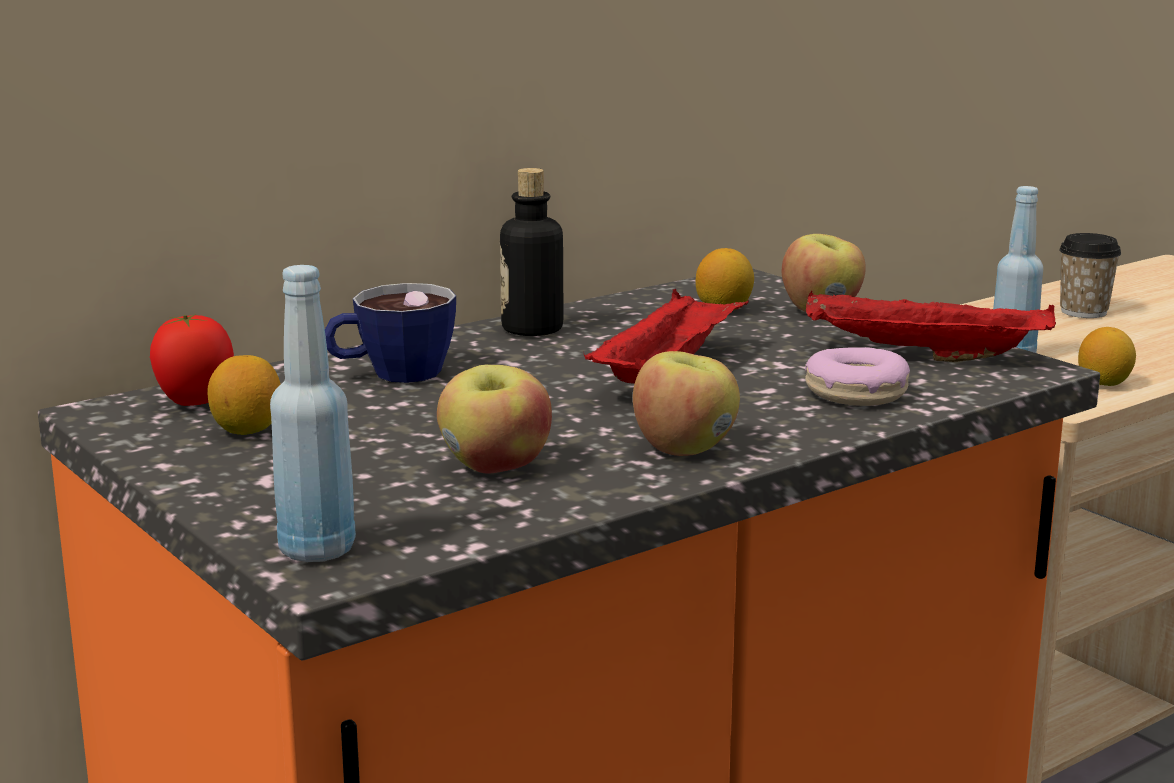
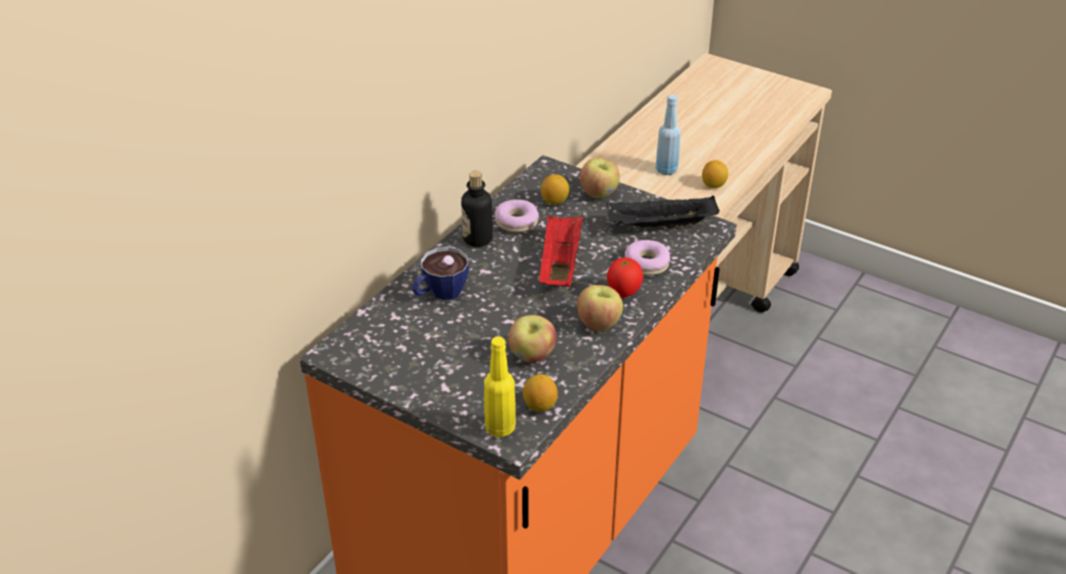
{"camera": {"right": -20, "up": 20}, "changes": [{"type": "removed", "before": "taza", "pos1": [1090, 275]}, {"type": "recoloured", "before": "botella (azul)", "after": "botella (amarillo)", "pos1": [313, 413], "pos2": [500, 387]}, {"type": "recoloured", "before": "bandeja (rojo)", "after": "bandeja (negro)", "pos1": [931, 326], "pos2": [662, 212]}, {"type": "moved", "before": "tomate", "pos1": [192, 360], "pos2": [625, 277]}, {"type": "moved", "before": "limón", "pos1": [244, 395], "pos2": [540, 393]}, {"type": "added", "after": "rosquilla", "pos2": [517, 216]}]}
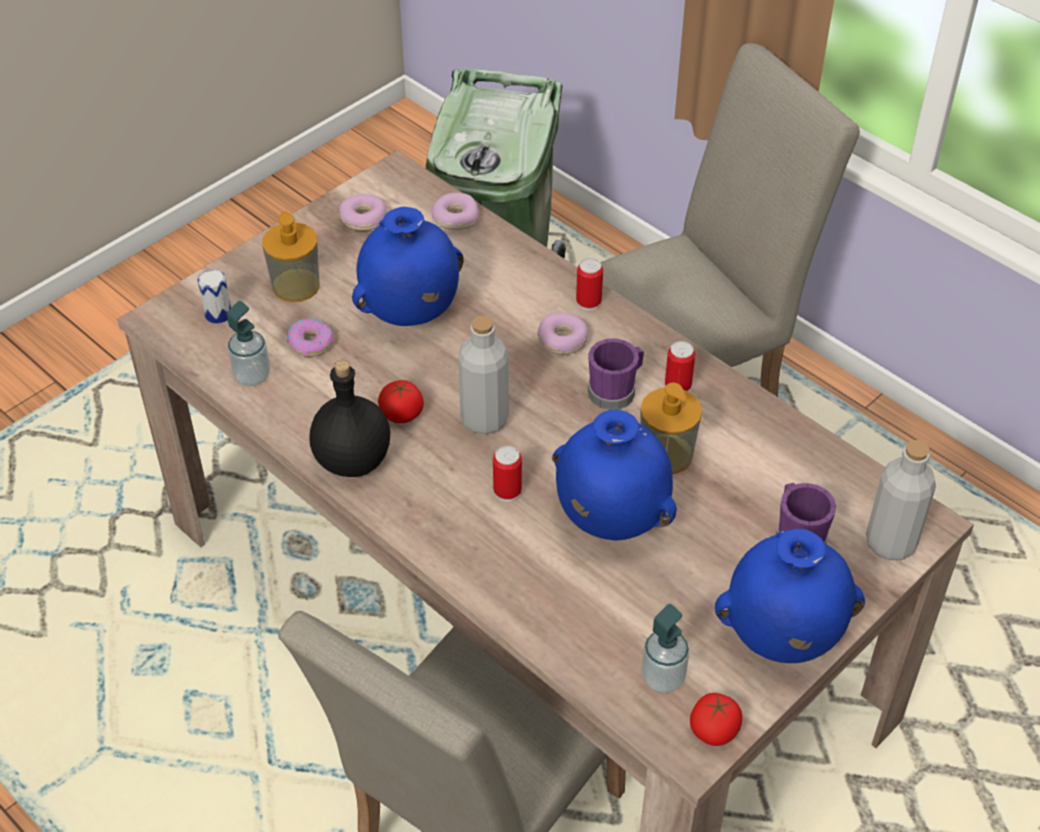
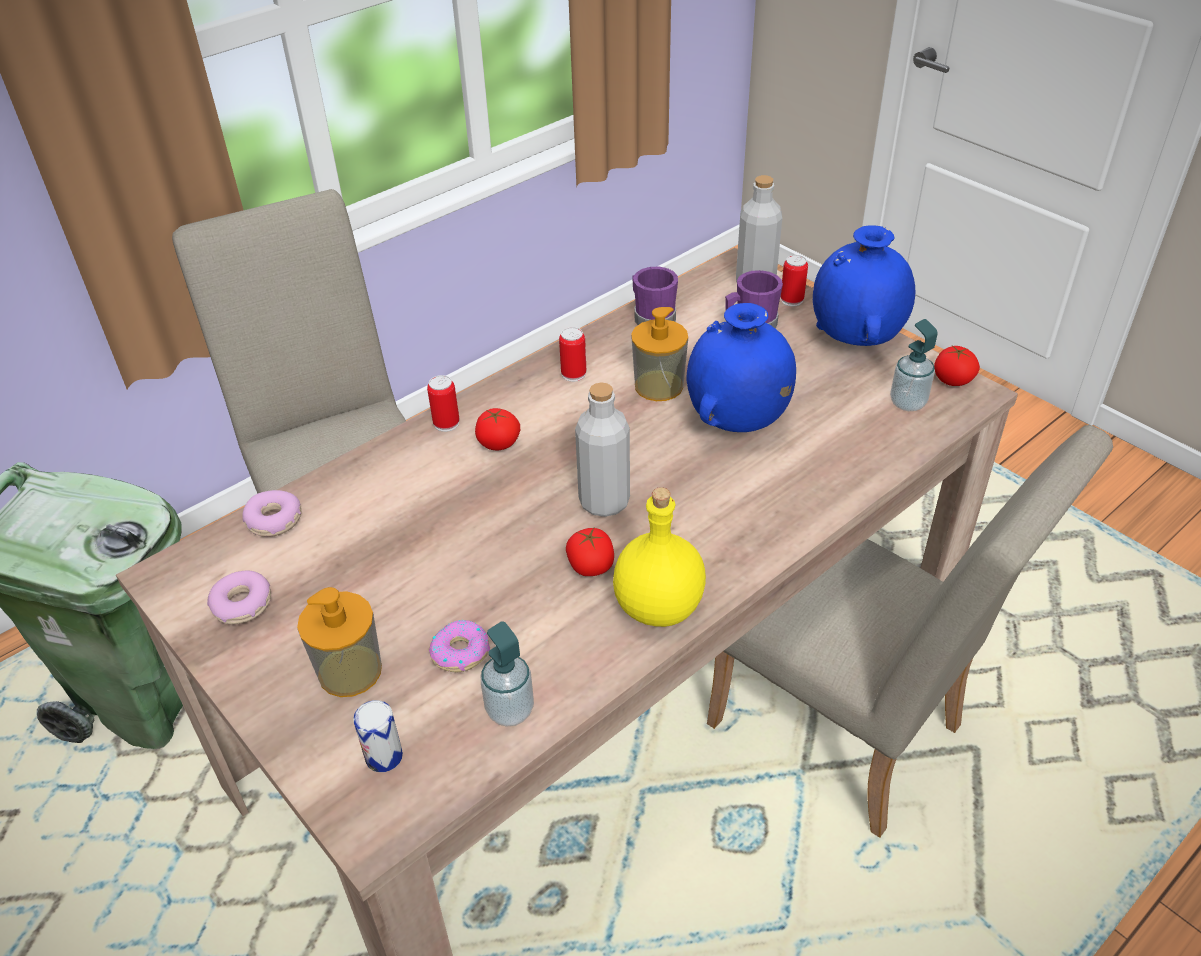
{"camera": {"right": -85, "up": -5}, "changes": [{"type": "removed", "before": "florero (azul)", "pos1": [408, 266]}, {"type": "replaced", "before": "rosquilla", "after": "tomate", "pos1": [562, 334], "pos2": [497, 429]}, {"type": "moved", "before": "taza grande (morado)", "pos1": [616, 374], "pos2": [655, 296]}, {"type": "recoloured", "before": "botella (negro)", "after": "botella (amarillo)", "pos1": [349, 418], "pos2": [659, 557]}, {"type": "moved", "before": "lata", "pos1": [507, 474], "pos2": [794, 280]}]}
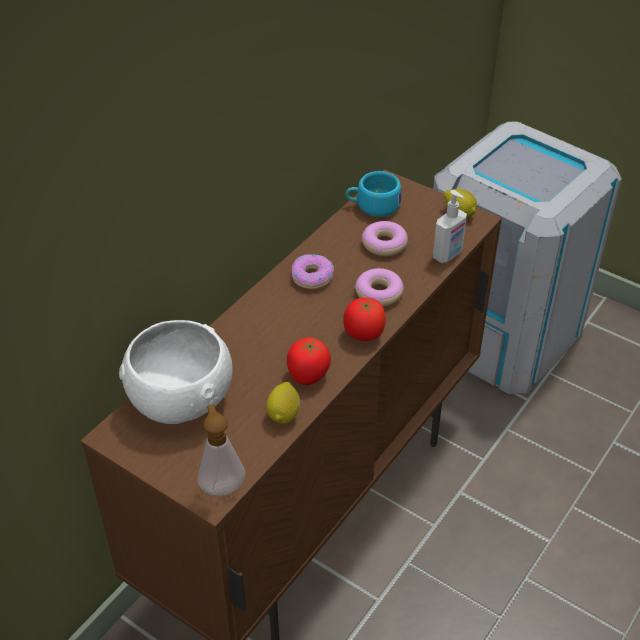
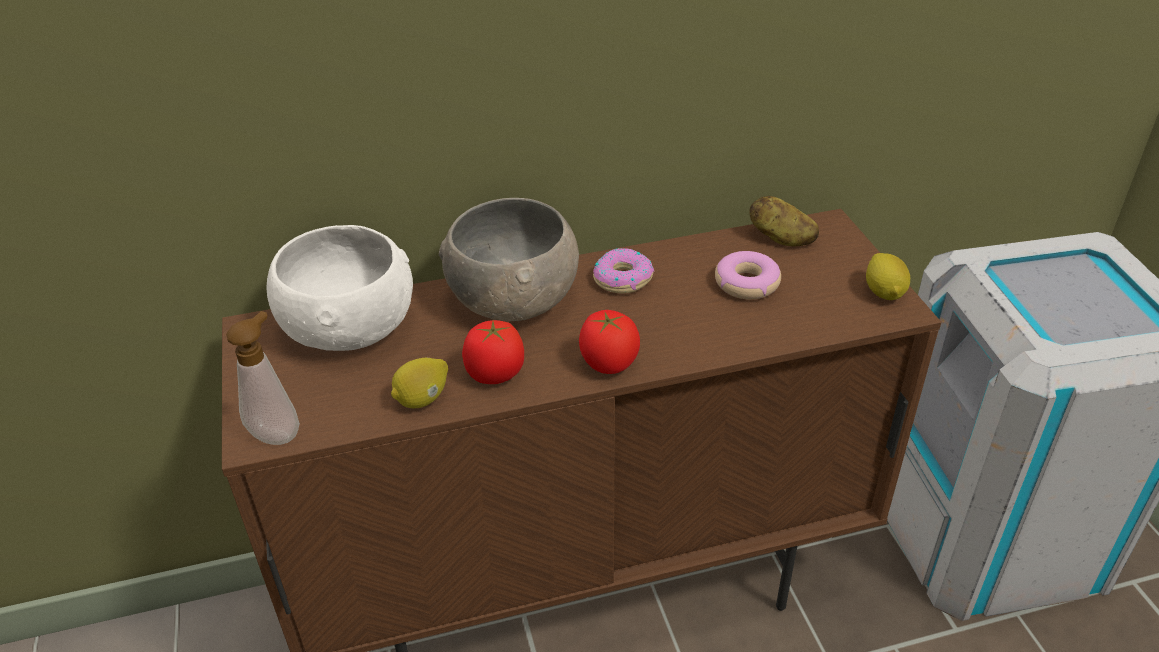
{"camera": {"right": 40, "up": -5}, "changes": [{"type": "replaced", "before": "taza (turquesa)", "after": "patata", "pos1": [374, 194], "pos2": [784, 221]}, {"type": "removed", "before": "dispensador de jabón", "pos1": [450, 226]}, {"type": "removed", "before": "rosquilla", "pos1": [379, 287]}, {"type": "added", "after": "cuenco (gris)", "pos2": [509, 259]}]}
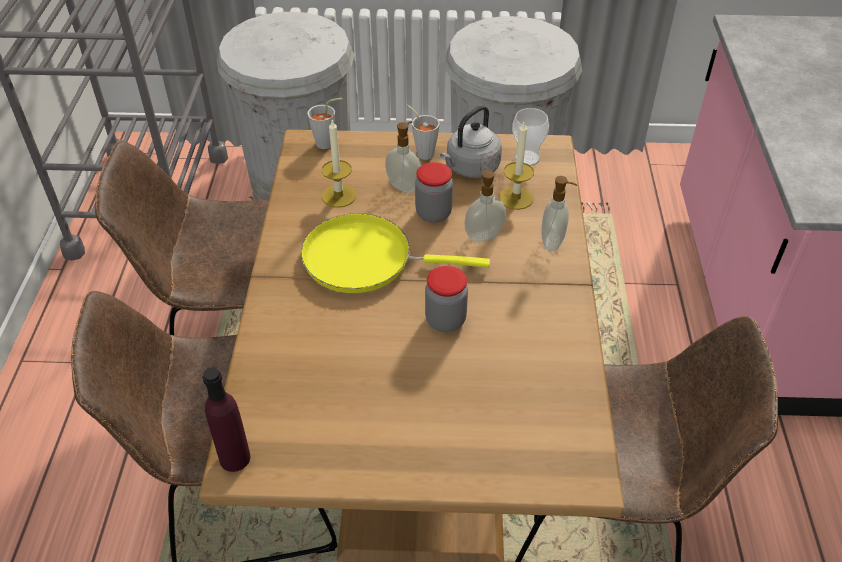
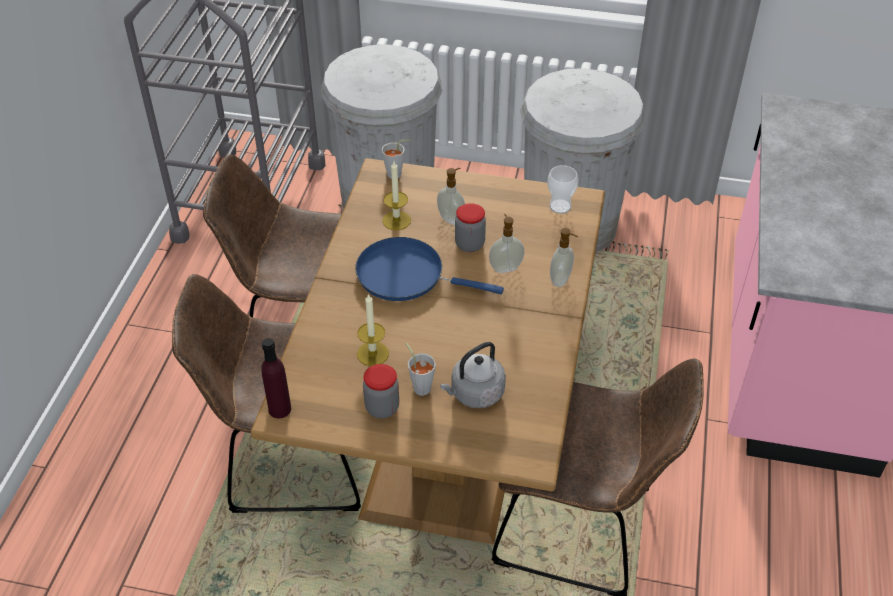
{"camera": {"right": 10, "up": 0}, "changes": [{"type": "moved", "before": "taza (gris)", "pos1": [423, 132], "pos2": [421, 369]}, {"type": "moved", "before": "hervidor (gris)", "pos1": [471, 141], "pos2": [473, 375]}, {"type": "moved", "before": "vela", "pos1": [516, 166], "pos2": [373, 329]}, {"type": "recoloured", "before": "sartén (amarillo)", "after": "sartén (azul)", "pos1": [395, 253], "pos2": [429, 269]}, {"type": "moved", "before": "tarro", "pos1": [446, 299], "pos2": [381, 391]}]}
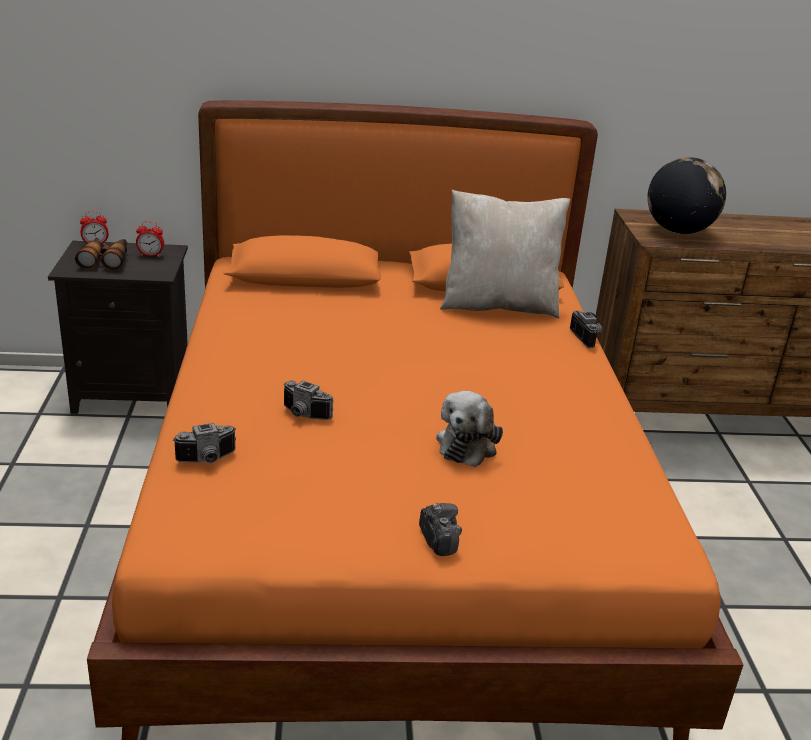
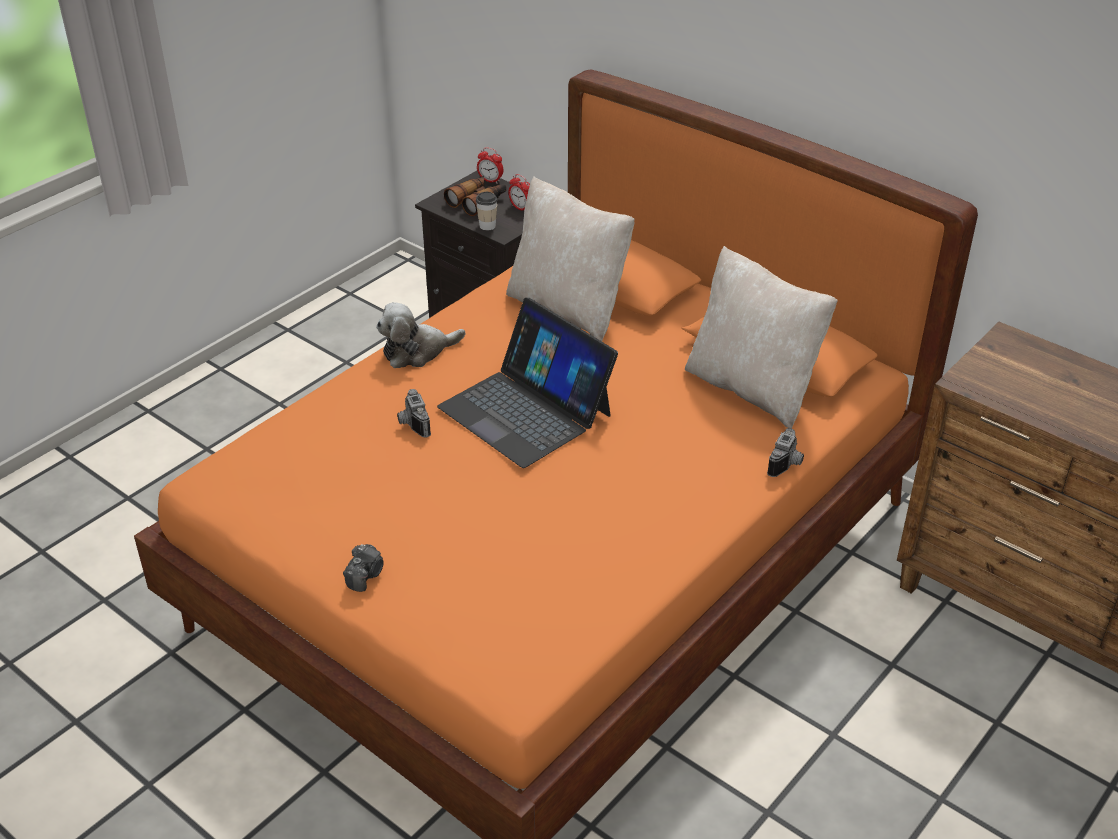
{"camera": {"right": 45, "up": 10}, "changes": [{"type": "removed", "before": "globo terráqueo", "pos1": [686, 195]}, {"type": "moved", "before": "peluche", "pos1": [469, 429], "pos2": [421, 335]}, {"type": "removed", "before": "cámara", "pos1": [204, 443]}, {"type": "added", "after": "cojín (beis)", "pos2": [570, 258]}, {"type": "added", "after": "taza", "pos2": [487, 211]}, {"type": "added", "after": "portátil", "pos2": [527, 383]}]}
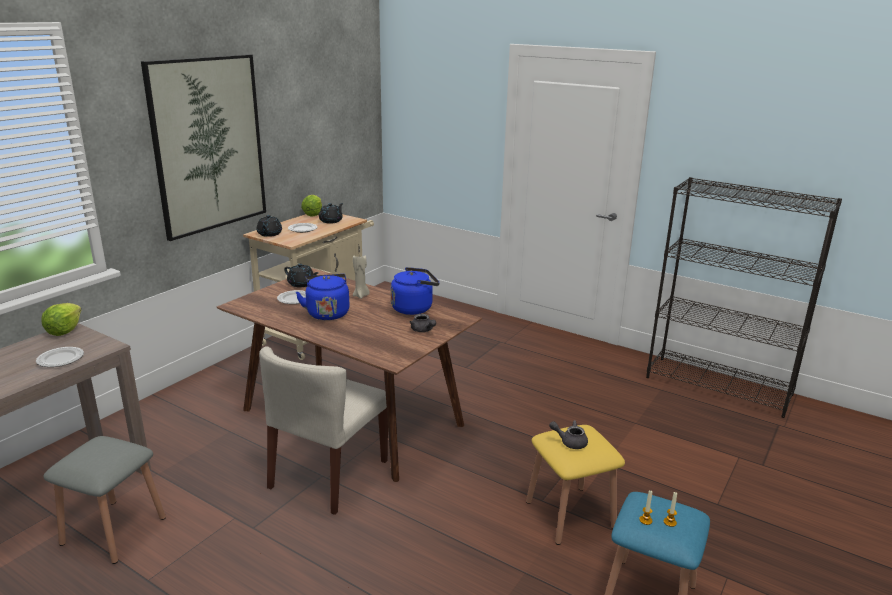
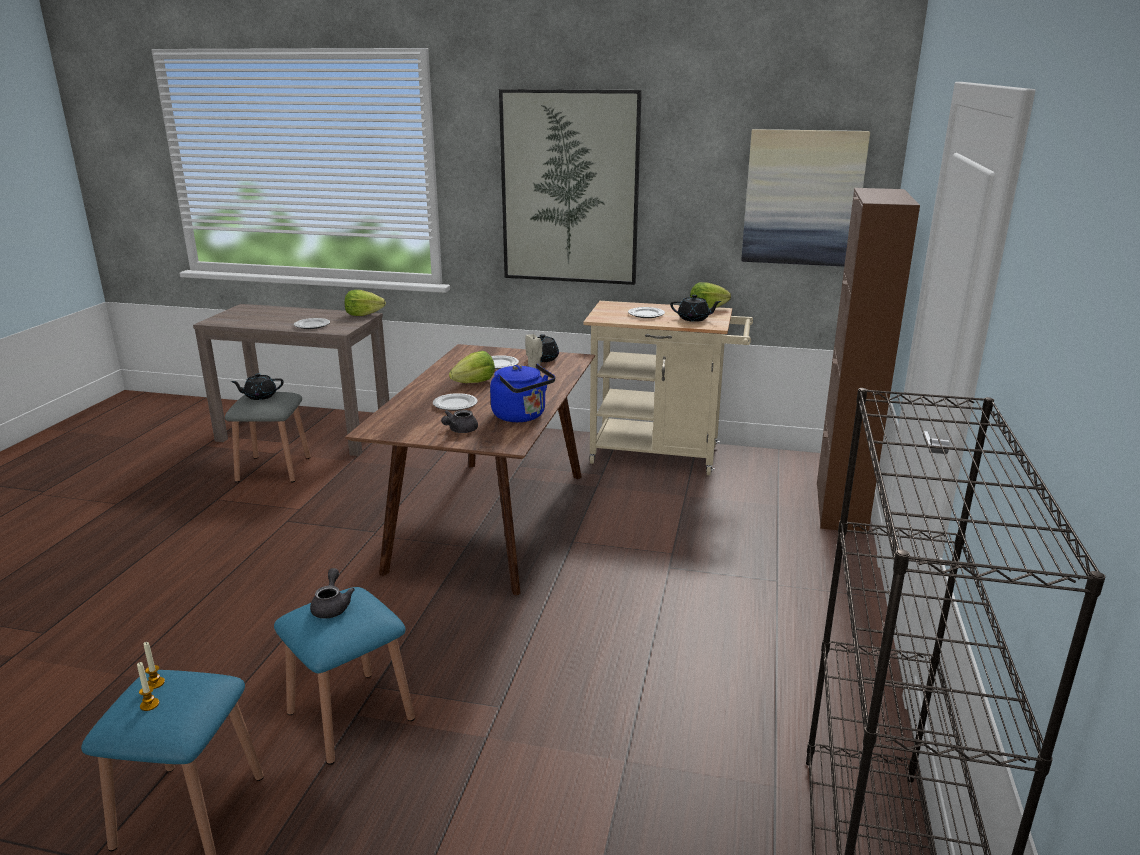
{"camera": {"right": 70, "up": 0}, "changes": [{"type": "moved", "before": "tetera (negro)", "pos1": [269, 226], "pos2": [256, 386]}, {"type": "replaced", "before": "hervidor (azul)", "after": "lechuga", "pos1": [322, 297], "pos2": [472, 367]}, {"type": "removed", "before": "silla (beis)", "pos1": [323, 430]}, {"type": "recoloured", "before": "taburete (amarillo)", "after": "taburete (azul)", "pos1": [575, 485], "pos2": [344, 676]}, {"type": "added", "after": "cuadro", "pos2": [805, 197]}, {"type": "added", "after": "armario (marrón)", "pos2": [868, 360]}, {"type": "added", "after": "plato", "pos2": [455, 402]}]}
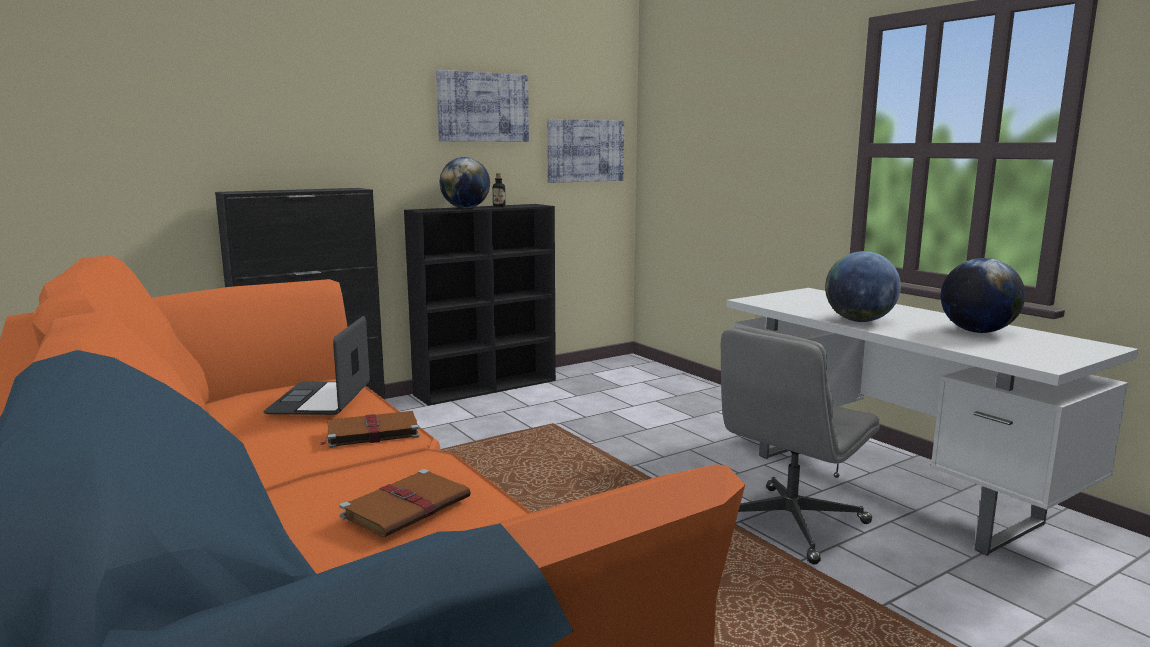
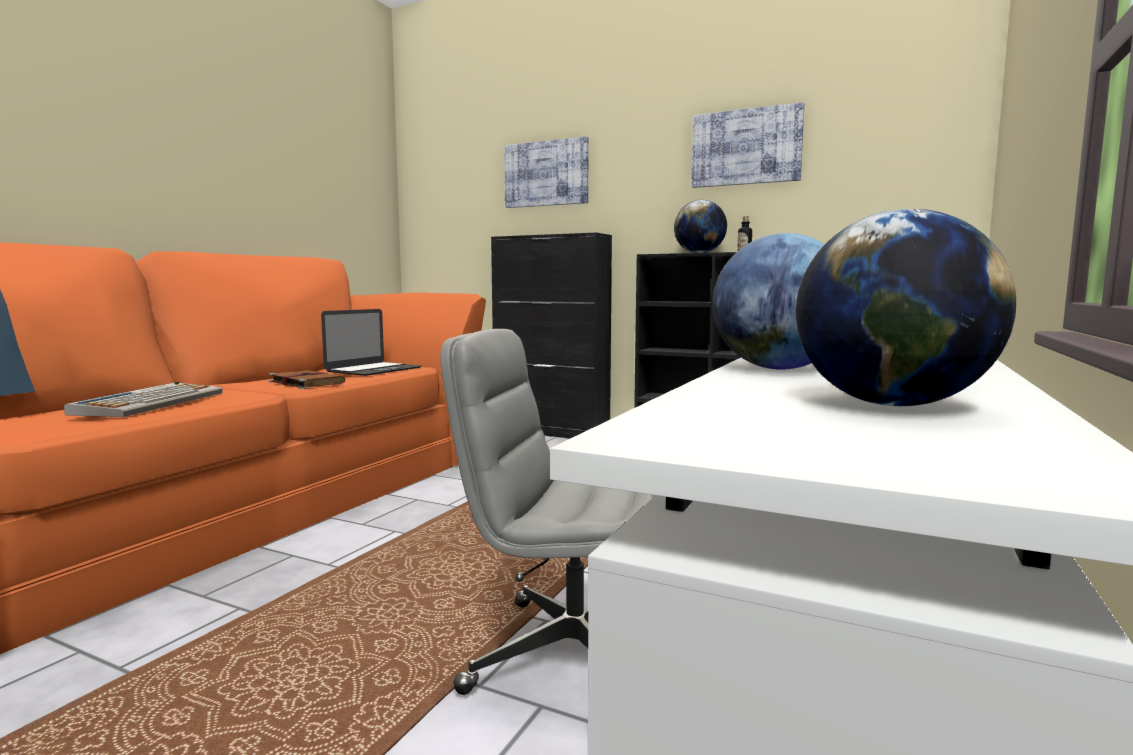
{"camera": {"right": 60, "up": -5}, "changes": [{"type": "moved", "before": "cuadro", "pos1": [585, 151], "pos2": [546, 172]}, {"type": "turned", "before": "portátil", "pos1": [316, 365], "pos2": [371, 342], "turn": 150}, {"type": "replaced", "before": "libro (marrón)", "after": "teclado", "pos1": [405, 503], "pos2": [143, 399]}]}
